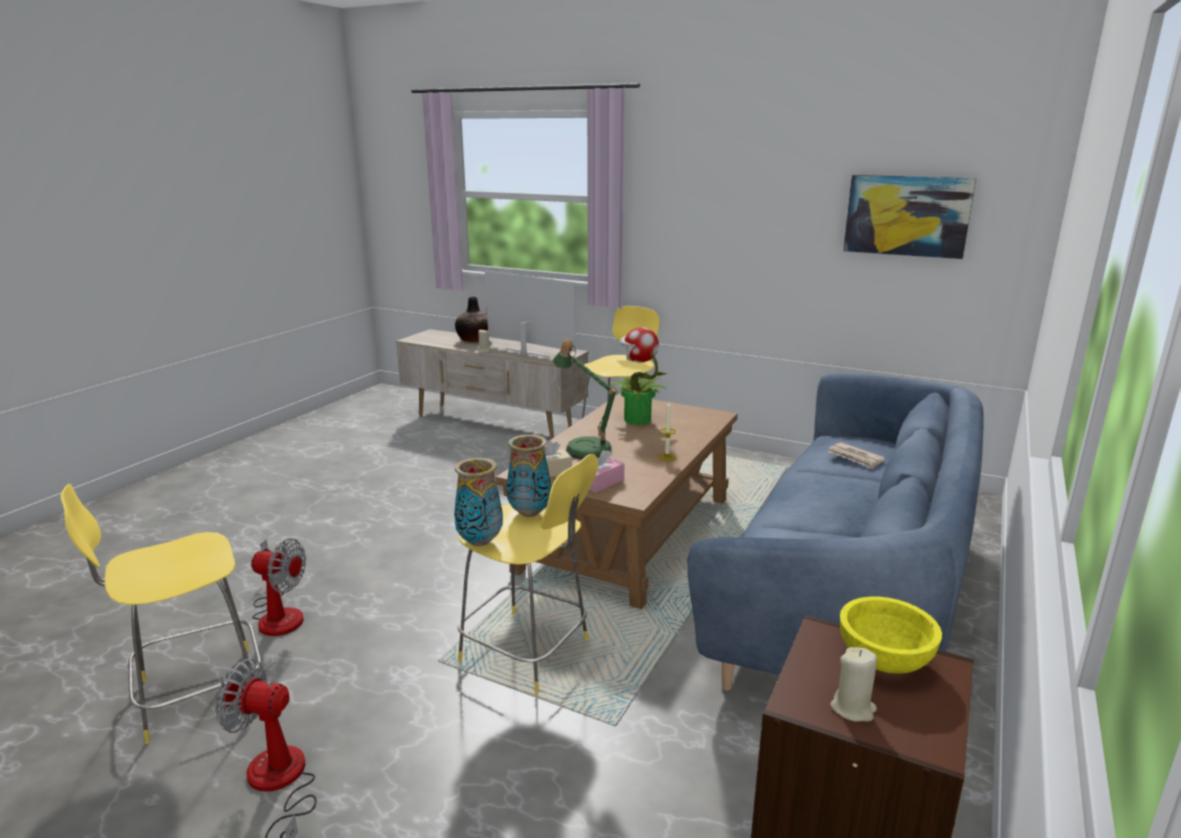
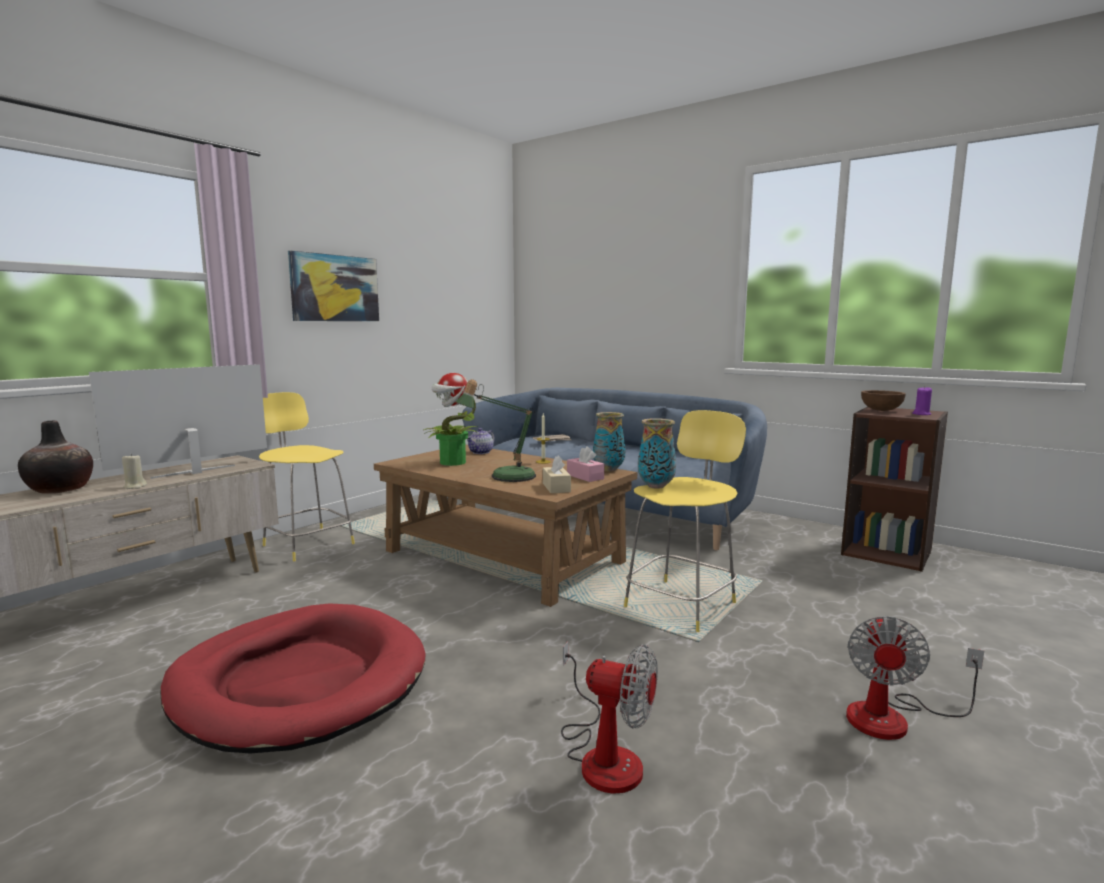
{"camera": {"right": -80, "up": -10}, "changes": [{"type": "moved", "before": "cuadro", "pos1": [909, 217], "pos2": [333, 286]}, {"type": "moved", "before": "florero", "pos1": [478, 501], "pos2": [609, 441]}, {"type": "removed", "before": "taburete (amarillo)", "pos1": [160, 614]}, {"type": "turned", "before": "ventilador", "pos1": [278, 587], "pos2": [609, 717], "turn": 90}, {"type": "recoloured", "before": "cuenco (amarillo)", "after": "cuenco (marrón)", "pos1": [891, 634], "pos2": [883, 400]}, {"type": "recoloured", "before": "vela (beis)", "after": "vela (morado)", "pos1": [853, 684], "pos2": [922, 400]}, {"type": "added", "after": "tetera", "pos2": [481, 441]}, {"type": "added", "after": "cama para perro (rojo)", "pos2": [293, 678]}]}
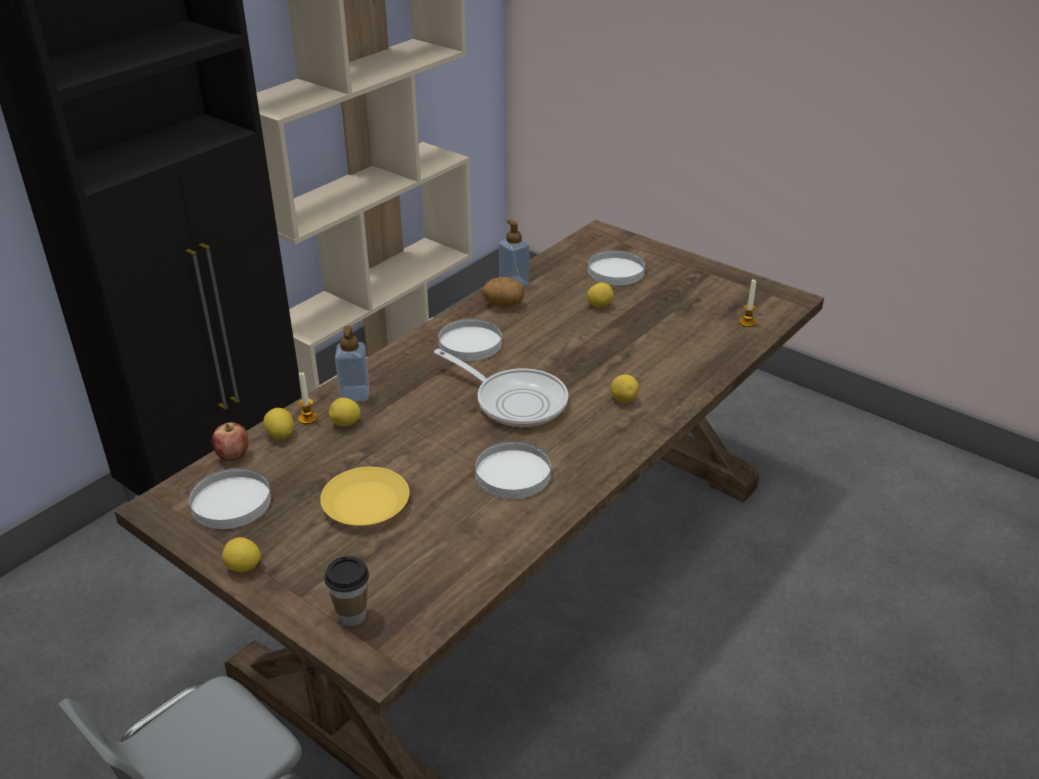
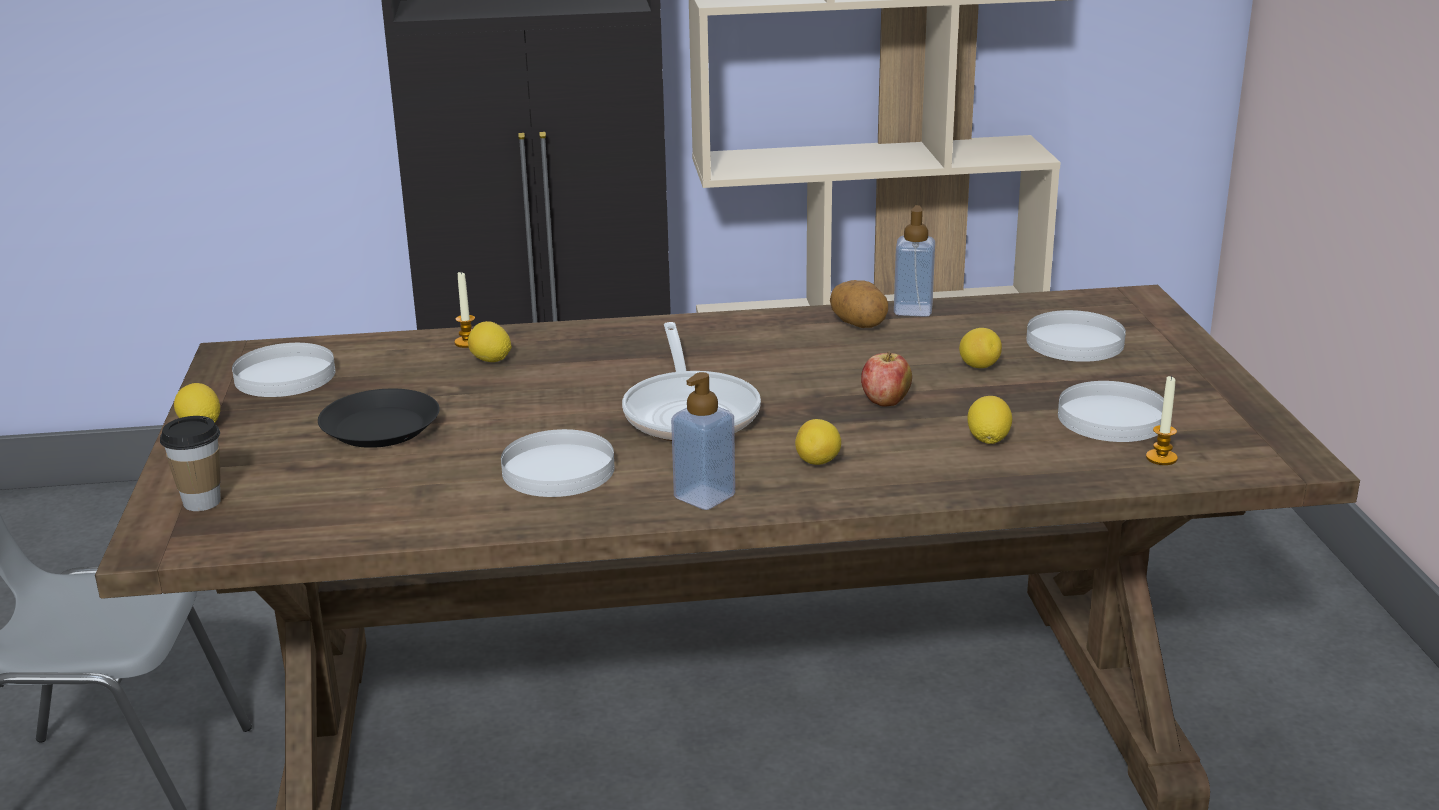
{"camera": {"right": 45, "up": -10}, "changes": [{"type": "moved", "before": "plato (blanco)", "pos1": [470, 339], "pos2": [1111, 411]}, {"type": "moved", "before": "dispensador de jabón", "pos1": [352, 363], "pos2": [703, 441]}, {"type": "moved", "before": "limón", "pos1": [278, 423], "pos2": [989, 420]}, {"type": "moved", "before": "manzana", "pos1": [230, 441], "pos2": [886, 379]}, {"type": "recoloured", "before": "plato (amarillo)", "after": "plato (negro)", "pos1": [364, 496], "pos2": [379, 418]}]}
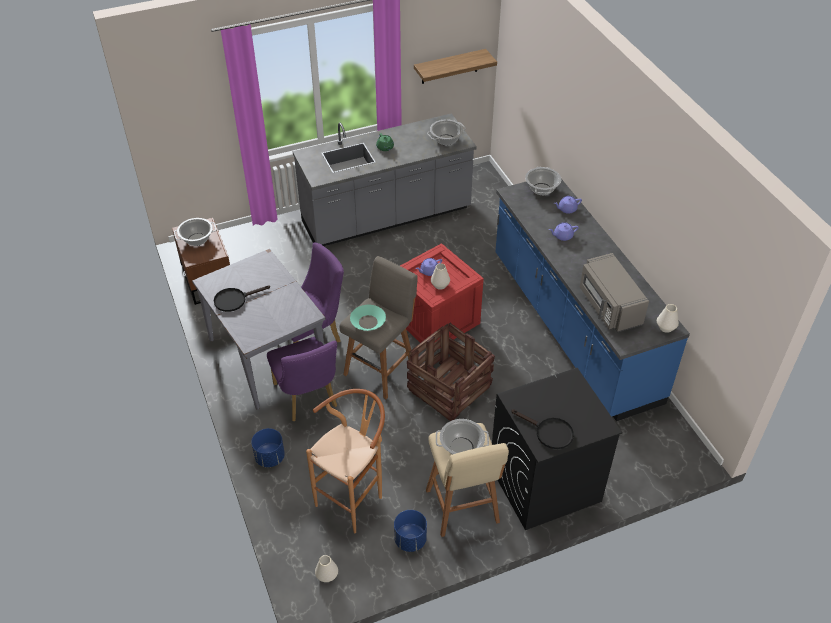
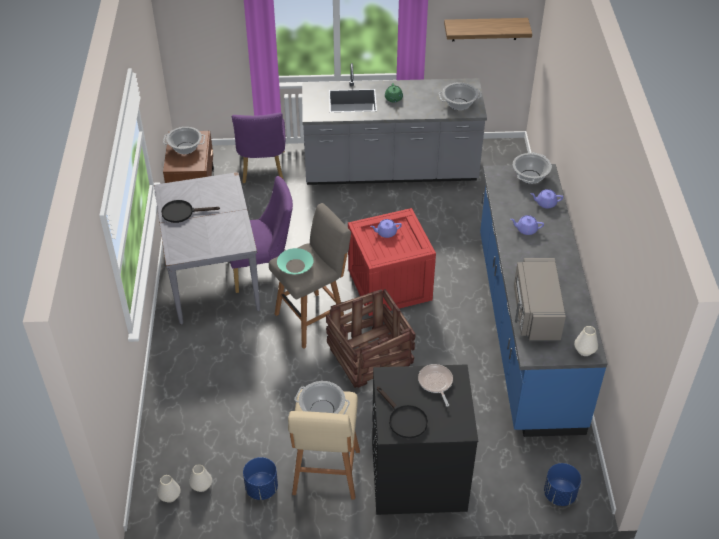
{"camera": {"right": 20, "up": 0}, "changes": [{"type": "moved", "before": "florero (blanco)", "pos1": [440, 276], "pos2": [200, 478]}, {"type": "moved", "before": "silla (morado)", "pos1": [302, 379], "pos2": [258, 148]}, {"type": "removed", "before": "taburete (marrón)", "pos1": [345, 461]}, {"type": "moved", "before": "maceta (azul)", "pos1": [268, 447], "pos2": [562, 484]}, {"type": "added", "after": "sartén", "pos2": [435, 385]}]}
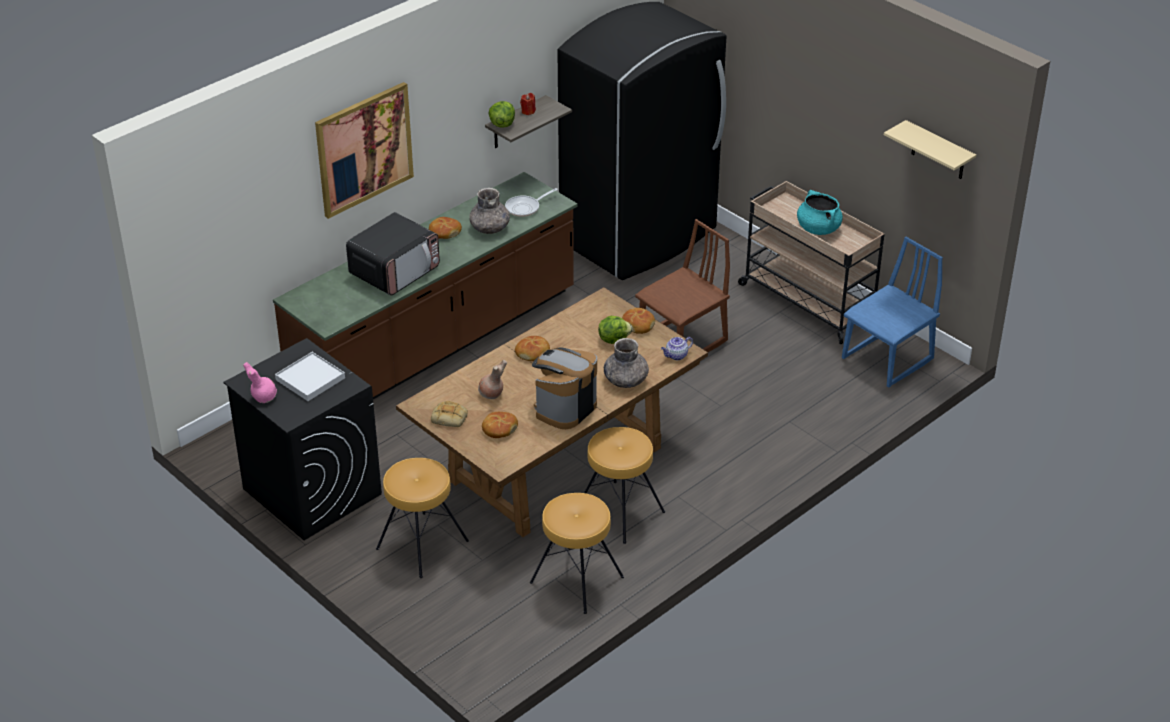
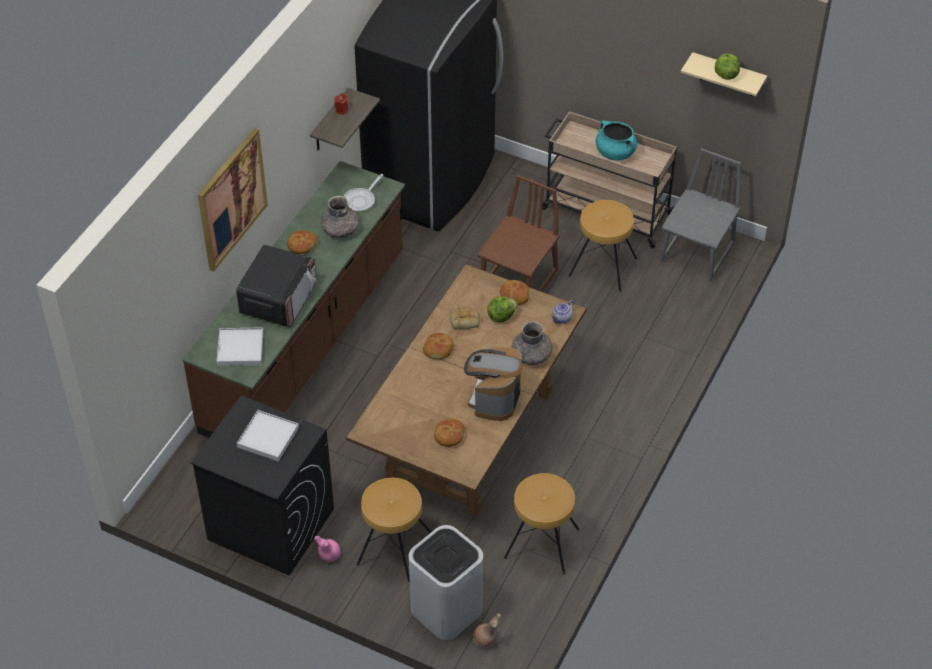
{"camera": {"right": -20, "up": 10}, "changes": [{"type": "moved", "before": "lechuga", "pos1": [502, 114], "pos2": [727, 67]}, {"type": "recoloured", "before": "silla (azul)", "after": "silla (gris)", "pos1": [892, 312], "pos2": [700, 214]}, {"type": "moved", "before": "florero (marrón)", "pos1": [492, 379], "pos2": [487, 630]}, {"type": "moved", "before": "florero (rosa)", "pos1": [260, 382], "pos2": [327, 549]}, {"type": "moved", "before": "pan", "pos1": [449, 414], "pos2": [465, 317]}, {"type": "moved", "before": "taburete (marrón)", "pos1": [624, 485], "pos2": [603, 246]}, {"type": "added", "after": "bandeja (blanco)", "pos2": [240, 346]}, {"type": "added", "after": "papelera (blanco)", "pos2": [446, 582]}]}
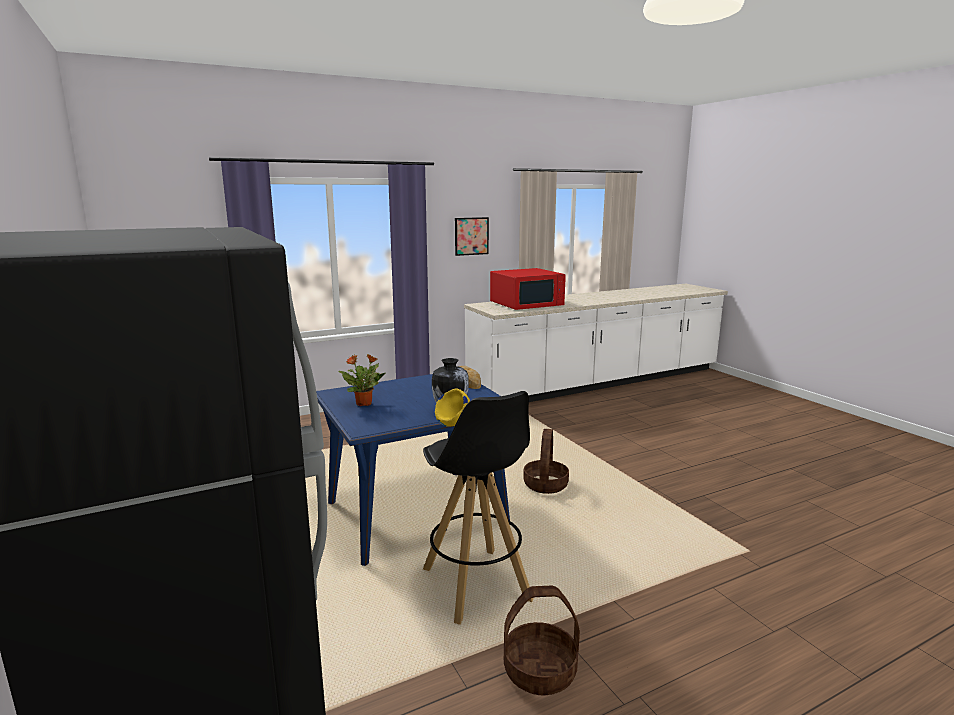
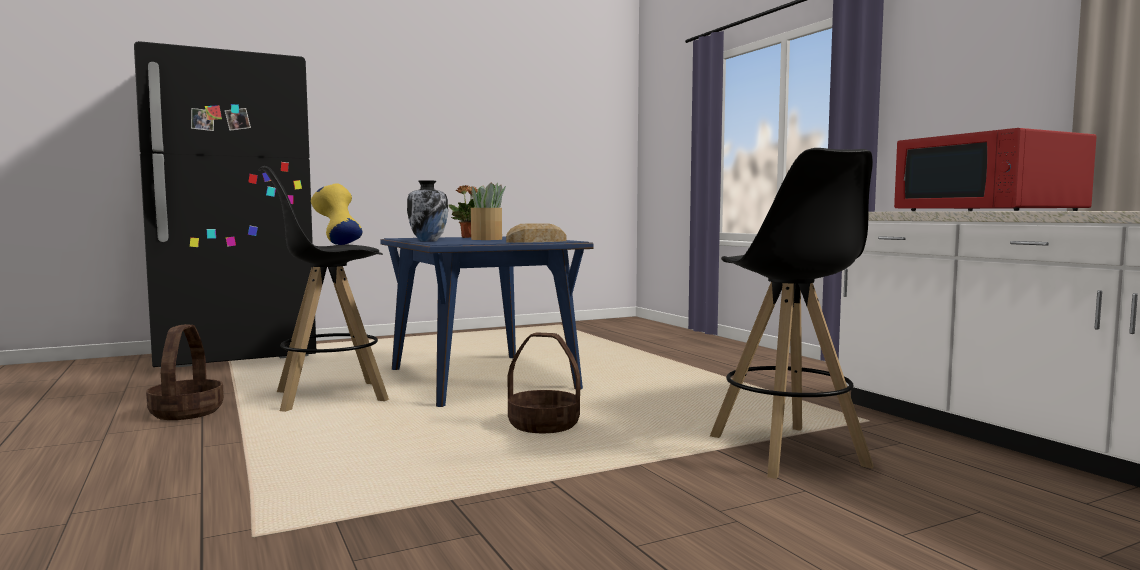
{"camera": {"right": 90, "up": -10}, "changes": [{"type": "removed", "before": "cuadro", "pos1": [472, 236]}, {"type": "added", "after": "taburete (negro)", "pos2": [792, 313]}, {"type": "added", "after": "planta en maceta", "pos2": [488, 211]}]}
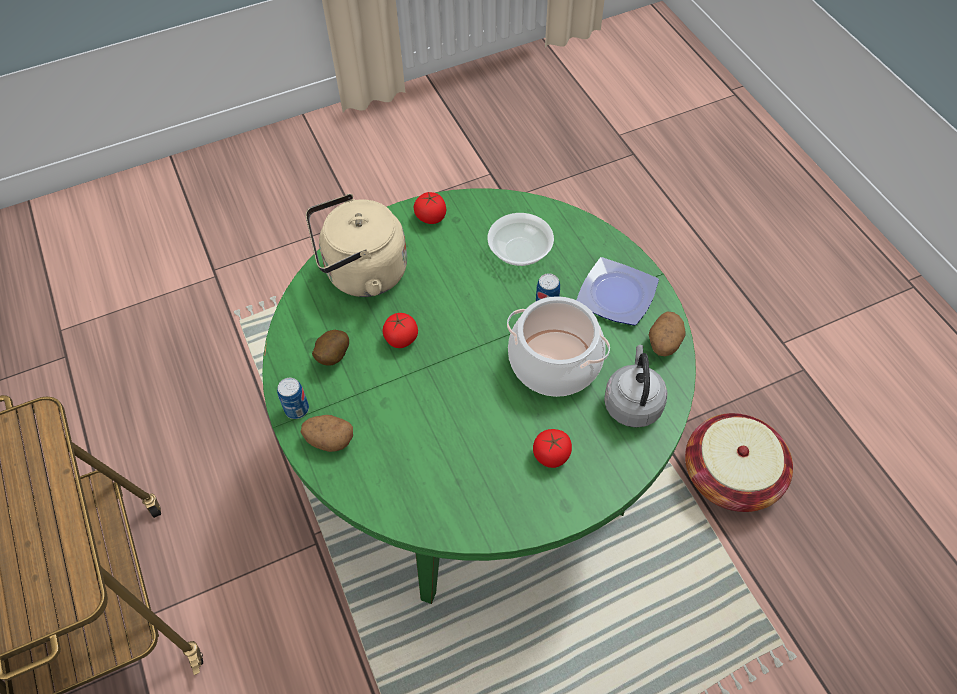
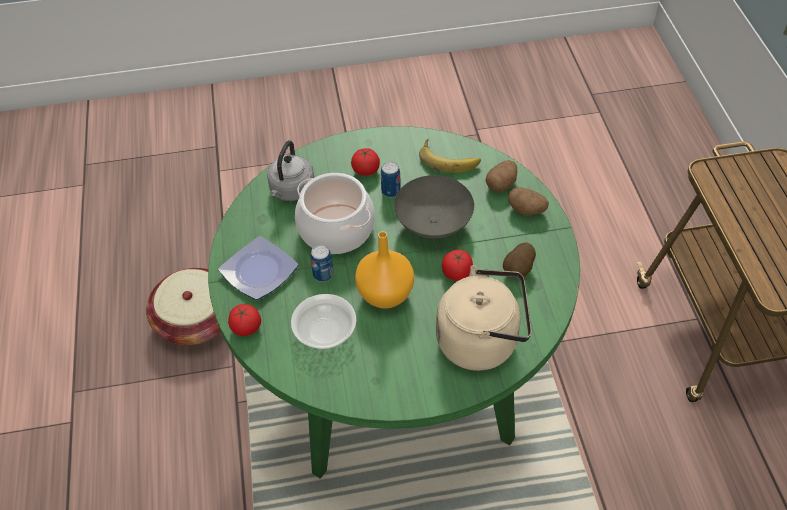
{"camera": {"right": -165, "up": -5}, "changes": [{"type": "moved", "before": "tomate", "pos1": [430, 208], "pos2": [244, 320]}, {"type": "moved", "before": "patata", "pos1": [667, 334], "pos2": [501, 176]}, {"type": "moved", "before": "lata", "pos1": [293, 398], "pos2": [391, 180]}, {"type": "added", "after": "plátano", "pos2": [450, 155]}, {"type": "added", "after": "cuenco (gris)", "pos2": [434, 207]}, {"type": "added", "after": "florero (naranja)", "pos2": [384, 270]}]}
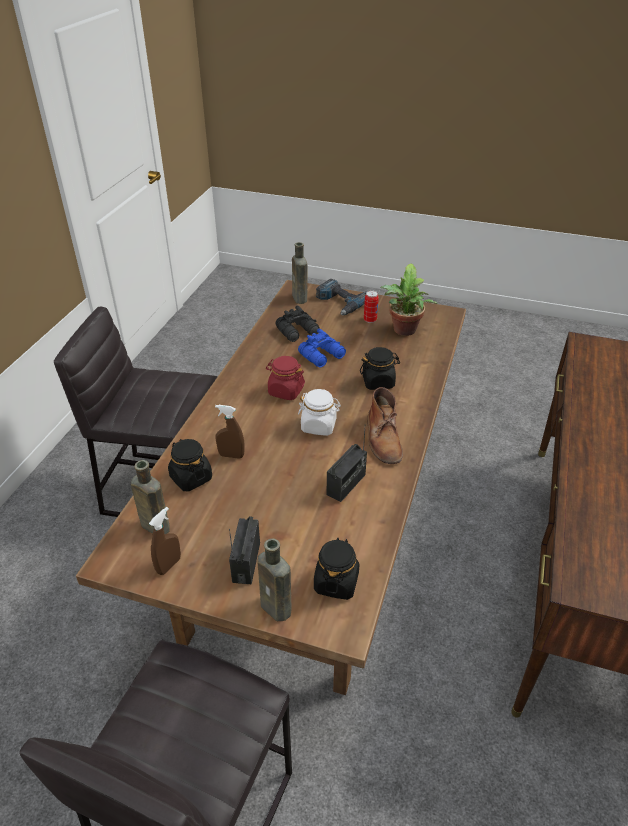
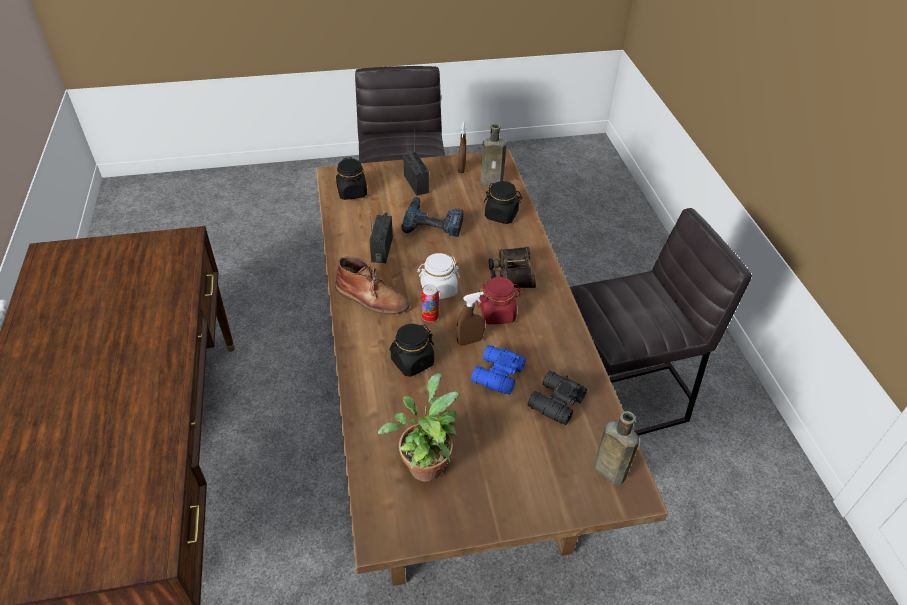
{"camera": {"right": 150, "up": 5}, "changes": [{"type": "moved", "before": "taladro", "pos1": [341, 297], "pos2": [432, 216]}, {"type": "moved", "before": "lata", "pos1": [371, 306], "pos2": [430, 303]}, {"type": "turned", "before": "bota (marrón)", "pos1": [385, 425], "pos2": [372, 285], "turn": 150}, {"type": "moved", "before": "pulverizador (marrón)", "pos1": [230, 432], "pos2": [470, 319]}, {"type": "removed", "before": "botella (marrón)", "pos1": [274, 580]}, {"type": "added", "after": "prismáticos", "pos2": [512, 267]}]}
